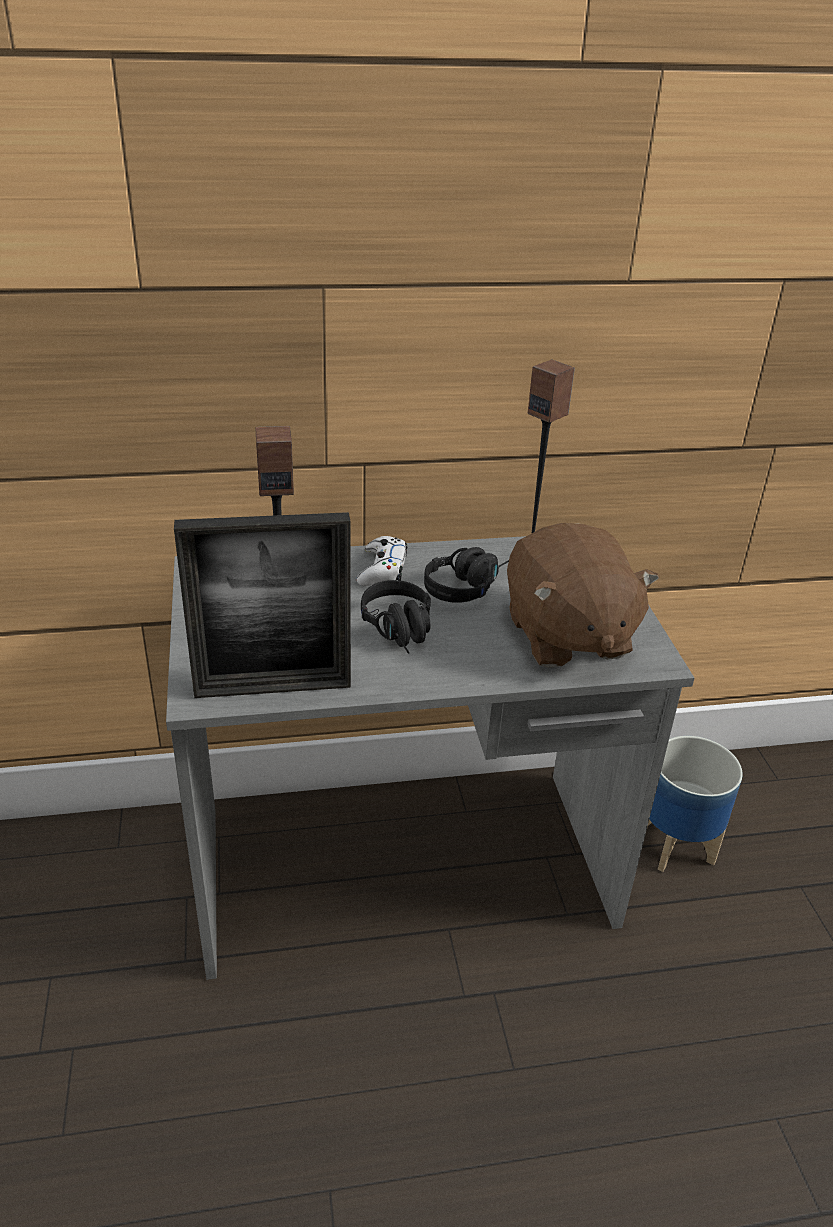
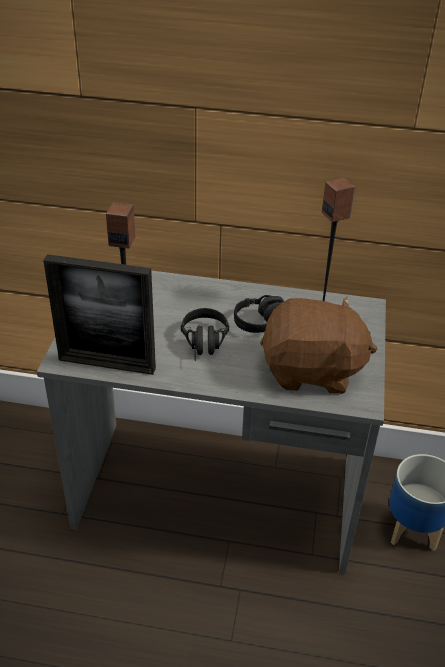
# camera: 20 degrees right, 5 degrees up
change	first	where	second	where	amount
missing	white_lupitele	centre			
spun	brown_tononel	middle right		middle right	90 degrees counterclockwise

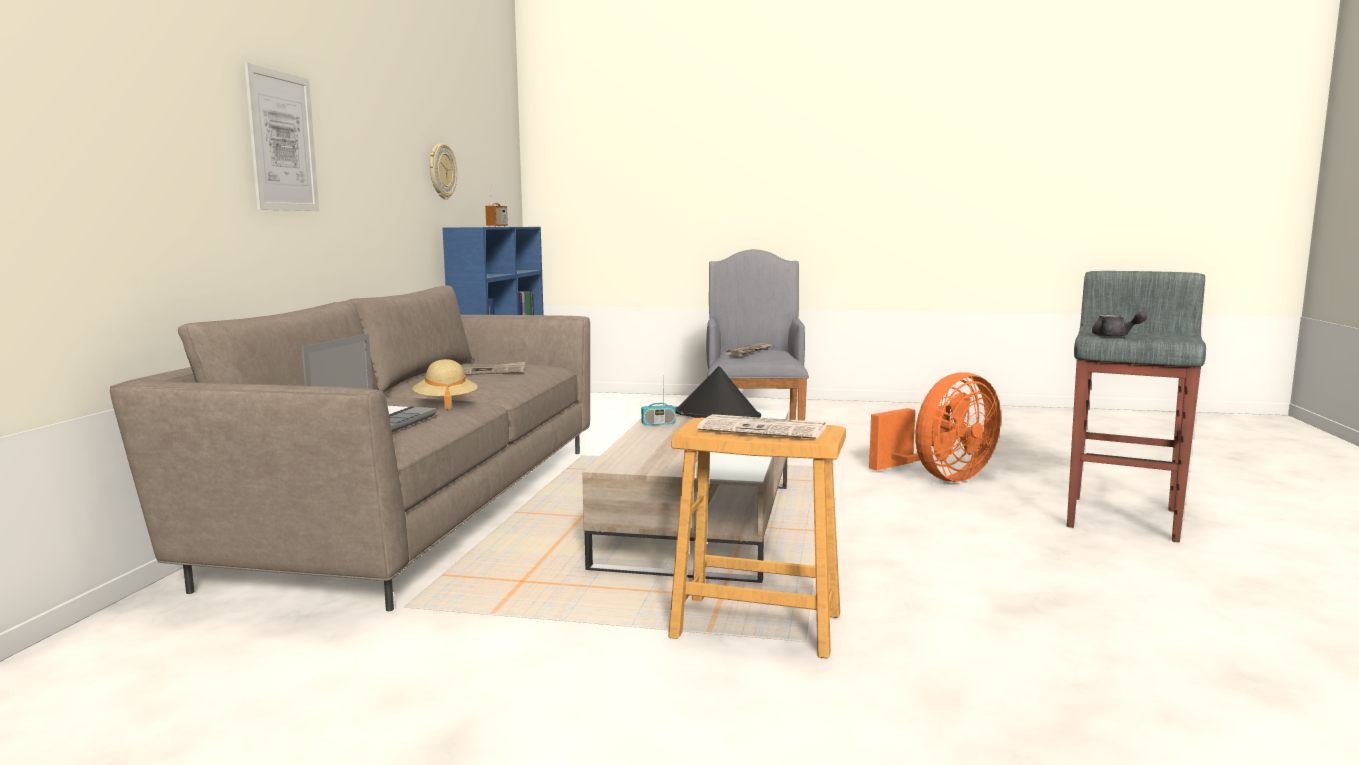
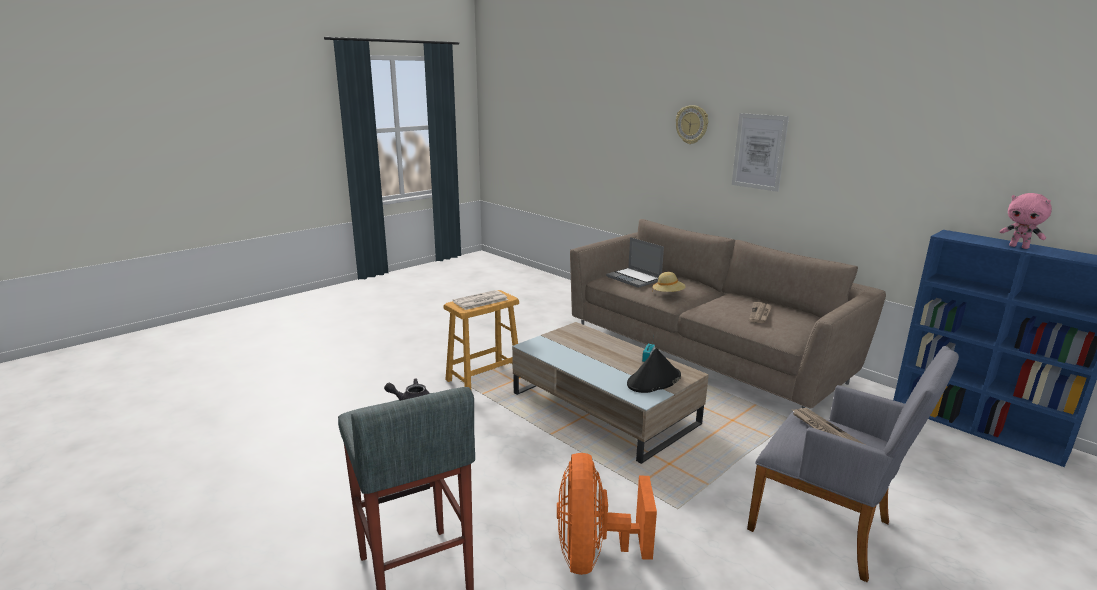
# camera: 125 degrees right, 10 degrees up
change	first	where	second	where	amount
relocated	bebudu	top left		top centre	
exchanged	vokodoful (no. 1 from left)	top centre	pink_tononel	middle right	

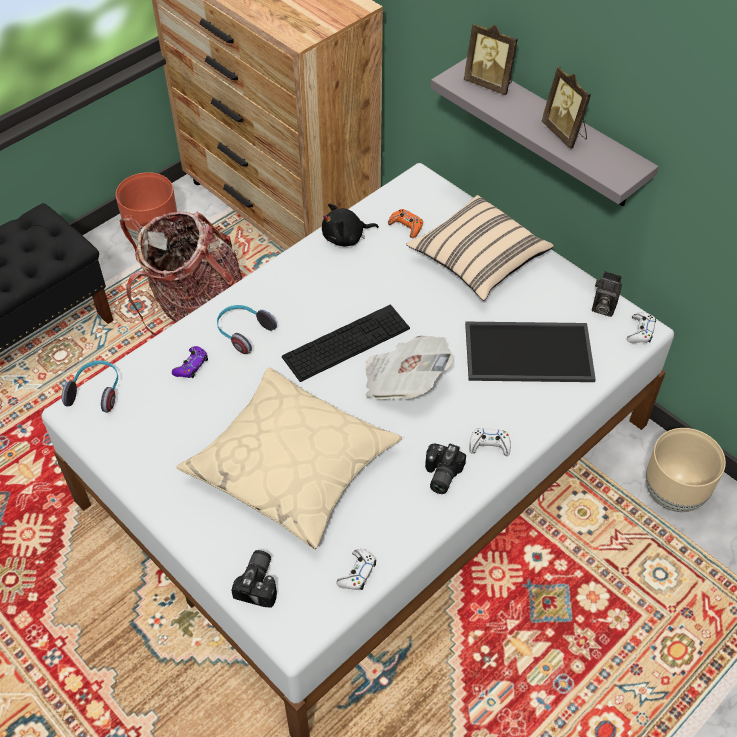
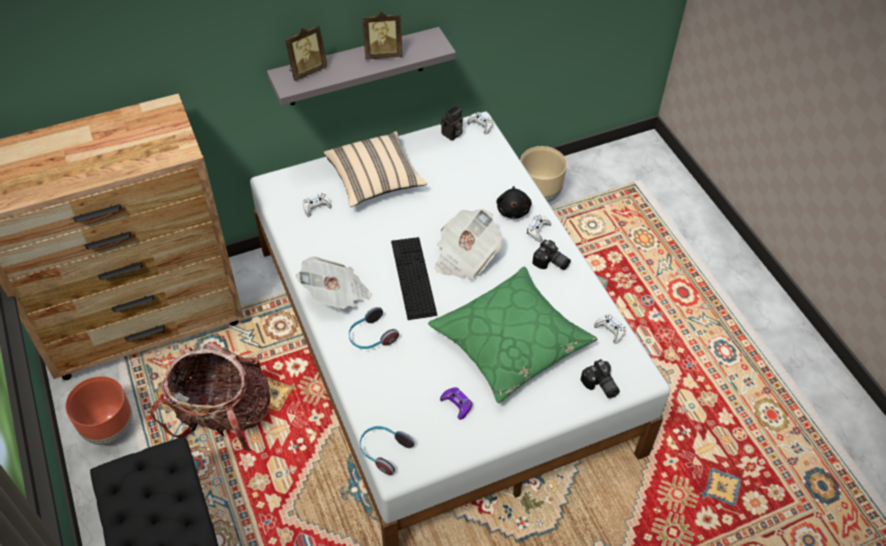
# camera: 70 degrees left, 0 degrees up
change	first	where	second	where	amount
relocated	purple_lupitele	middle left		bottom centre	
colour	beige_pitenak (no. 1 from left)	centre	green_pitenak	centre	
spun	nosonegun (no. 1 from left in the first image)	bottom centre	nosonegun (no. 3 from left)	bottom right	150 degrees counterclockwise
relocated	black_tononel	top centre		centre	
colour	orange_lupitele	top centre	white_lupitele (no. 1 from left)	centre	
missing	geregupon	middle right			
appeared			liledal (no. 1 from left)	centre	

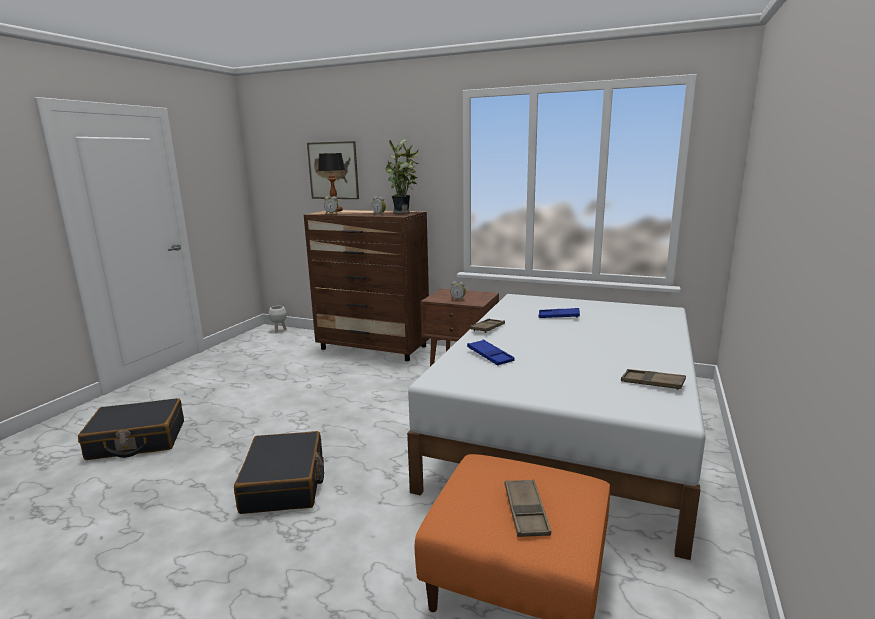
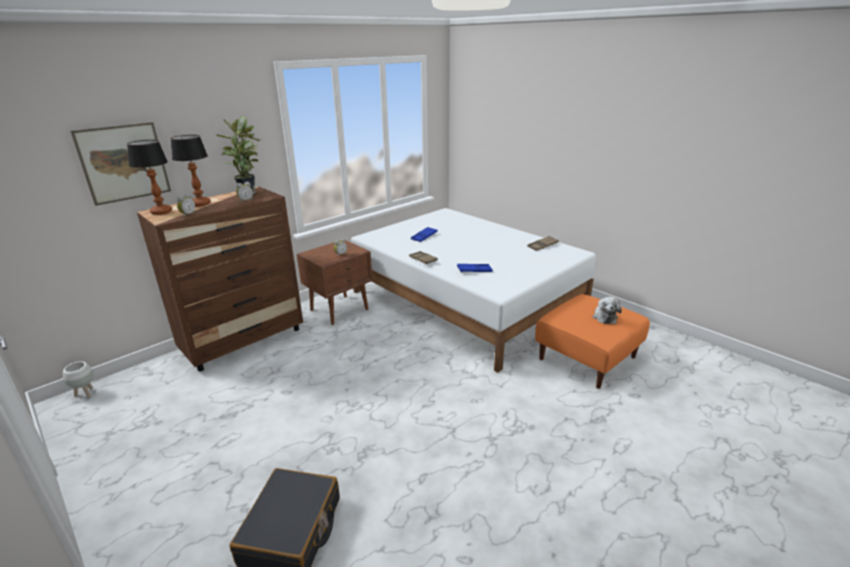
# camera: 65 degrees left, 10 degrees up
change	first	where	second	where	amount
missing	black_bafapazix (no. 2 from left)	bottom left			
exchanged	brown_geregupon (no. 2 from left)	bottom centre	tononel	middle right	
appeared			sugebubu (no. 2 from left)	top left	

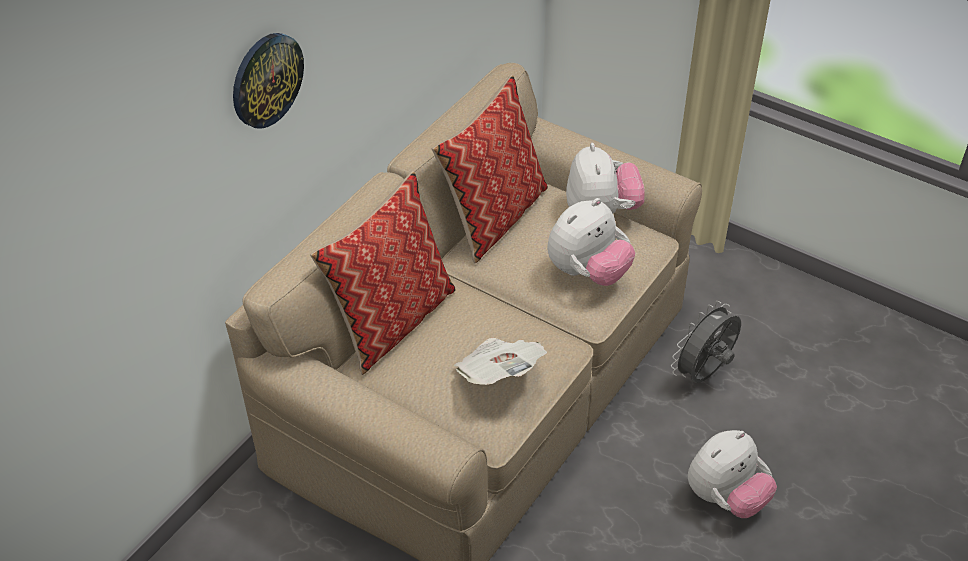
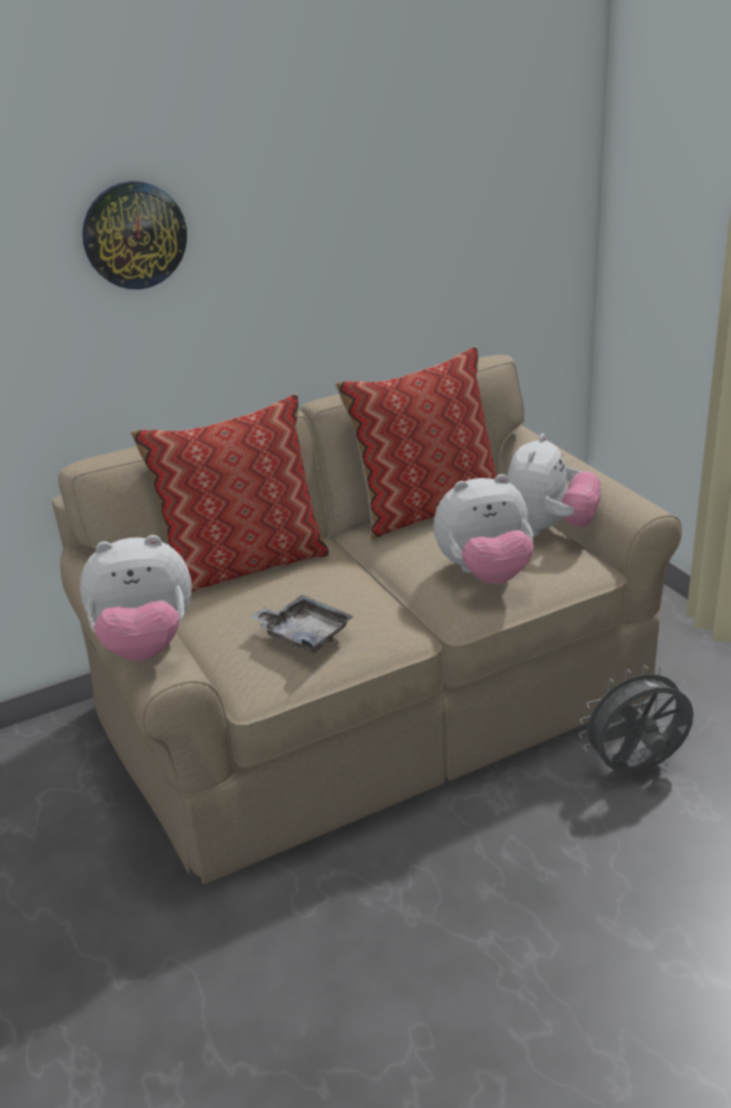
# camera: 30 degrees right, 15 degrees down
change	first	where	second	where	amount
exchanged	liledal	centre	grey_geregupon	centre	
relocated	tononel (no. 3 from left in the first image)	bottom right	tononel (no. 1 from left)	middle left	

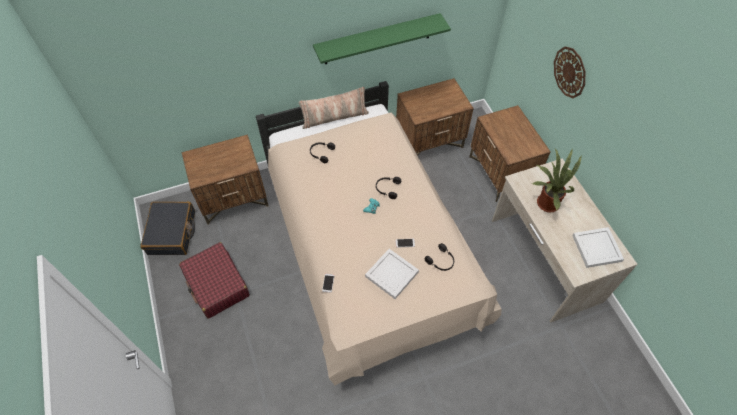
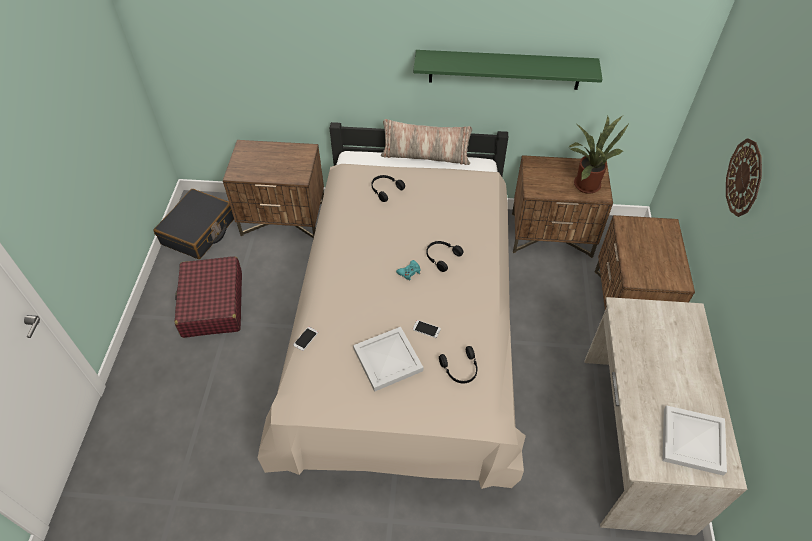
# camera: 25 degrees right, 5 degrees down
change	first	where	second	where	amount
relocated	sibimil	middle right		top right	

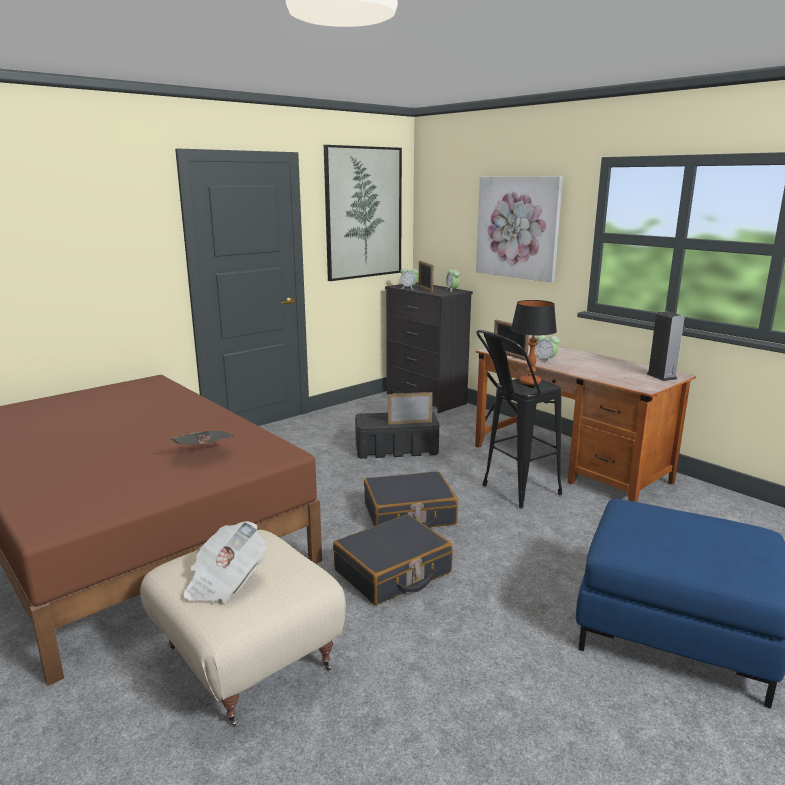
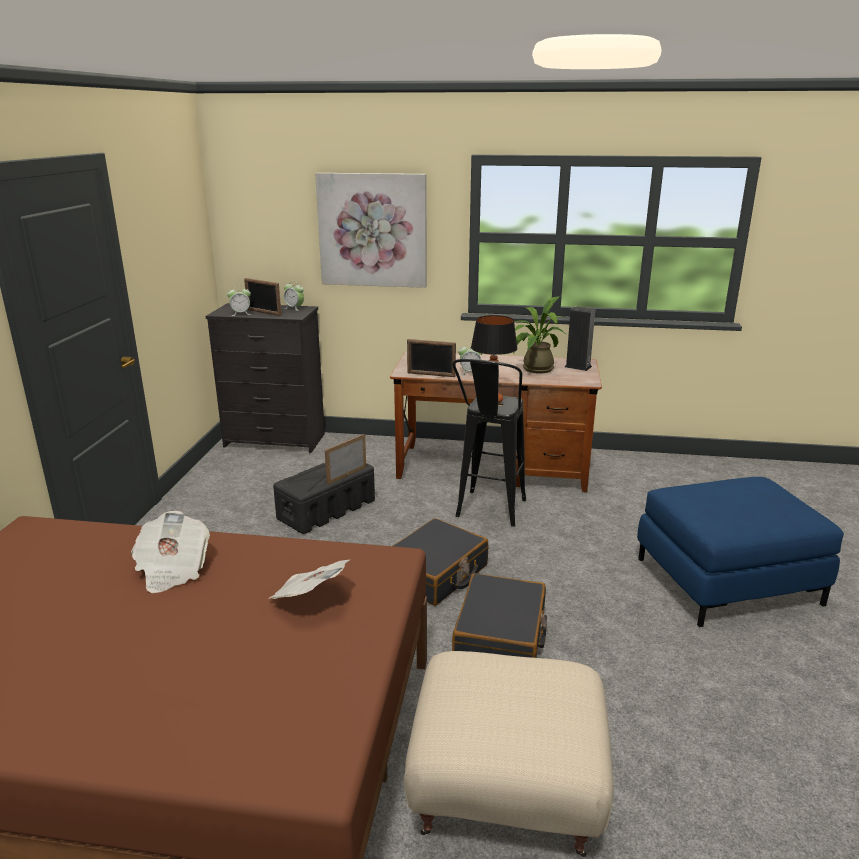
# camera: 40 degrees left, 5 degrees up
change	first	where	second	where	amount
relocated	liledal (no. 2 from left in the first image)	bottom left	liledal (no. 1 from left)	middle left	
missing	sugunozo (no. 1 from left)	top centre			
appeared			sibimil	centre	

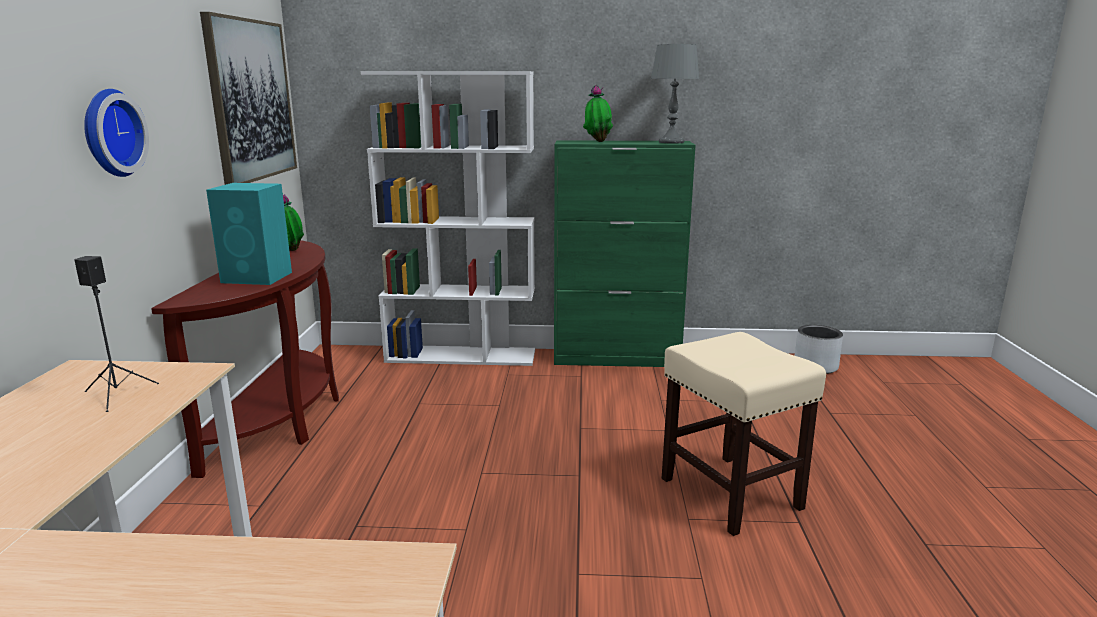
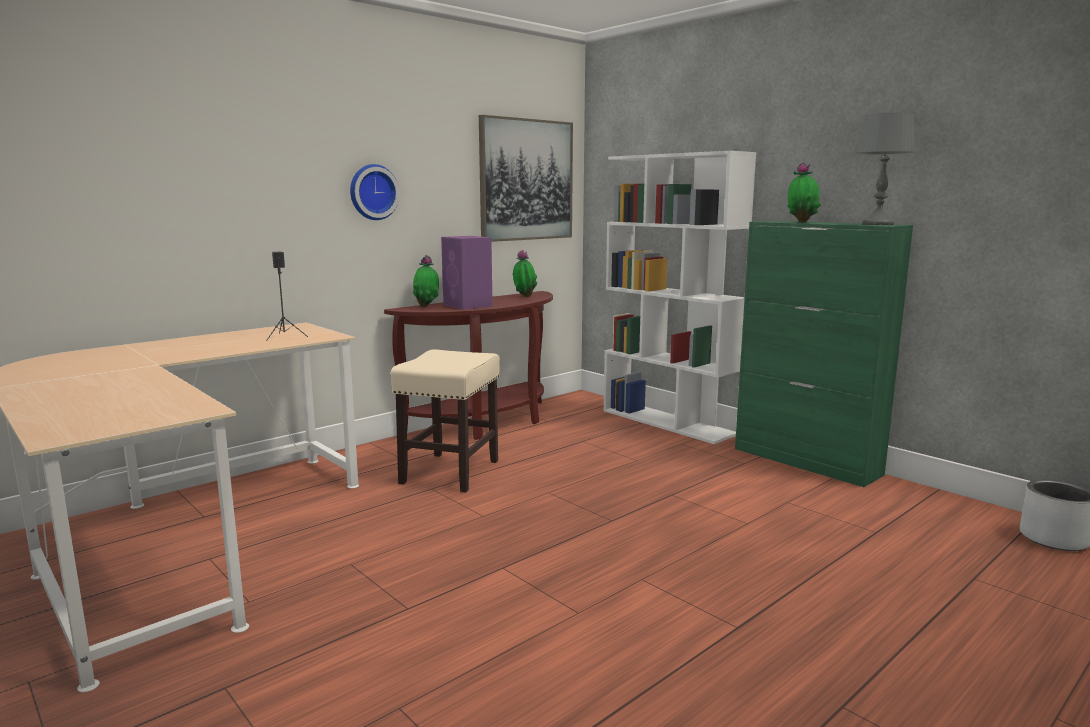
# camera: 45 degrees right, 5 degrees down
change	first	where	second	where	amount
colour	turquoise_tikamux	middle left	purple_tikamux	centre	
relocated	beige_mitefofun	bottom right		centre	
appeared			sibimil (no. 1 from left)	centre	

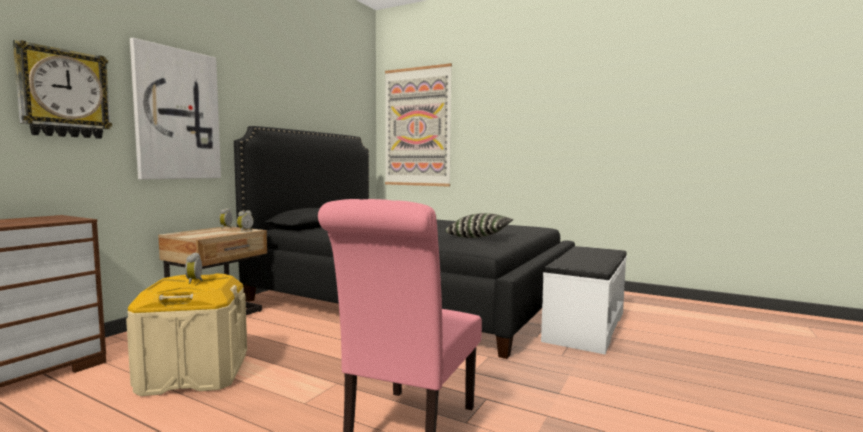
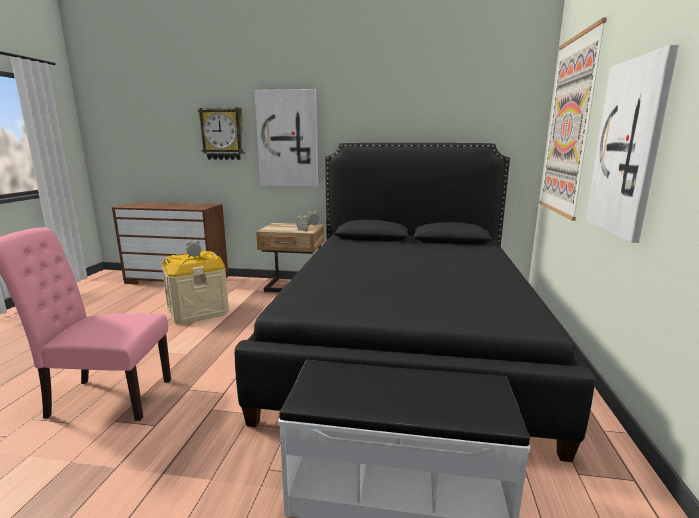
# camera: 70 degrees right, 10 degrees up
change	first	where	second	where	amount
missing	pitenak	centre			
appeared			sugunozo (no. 3 from left)	top right	

